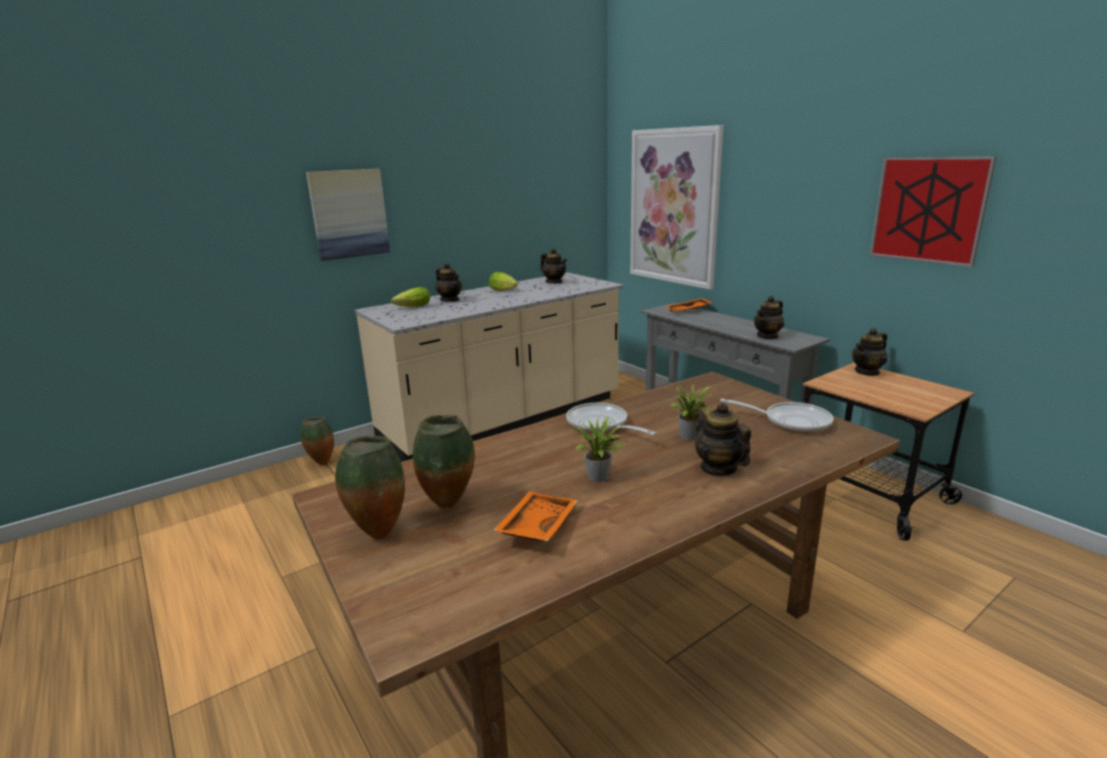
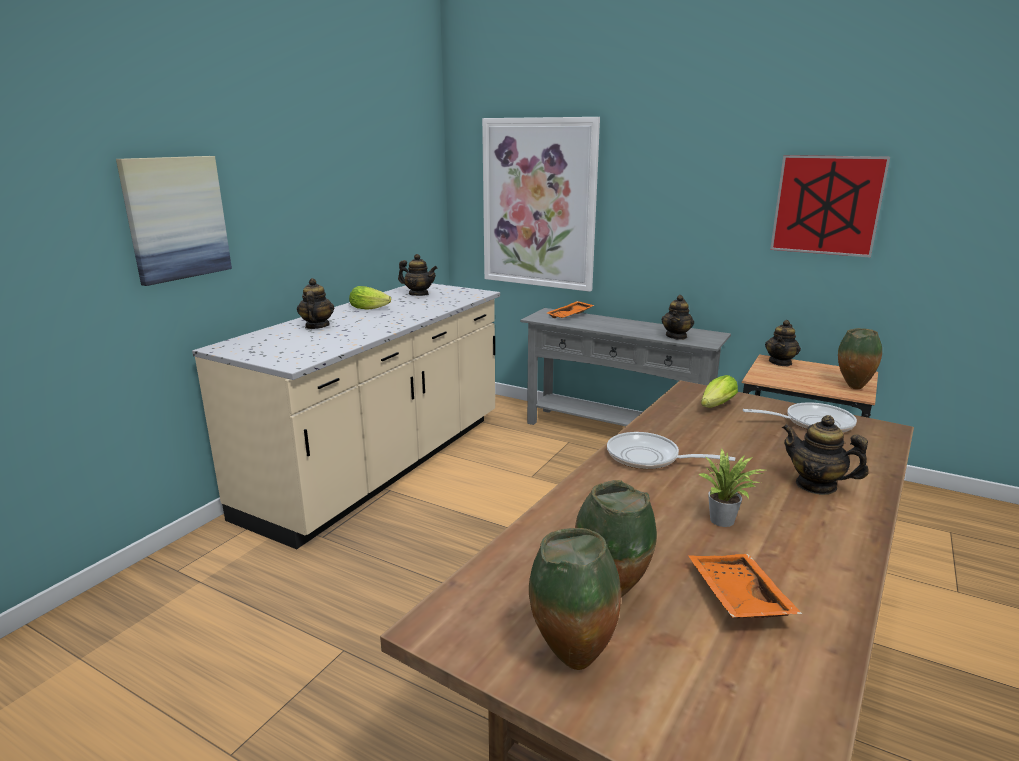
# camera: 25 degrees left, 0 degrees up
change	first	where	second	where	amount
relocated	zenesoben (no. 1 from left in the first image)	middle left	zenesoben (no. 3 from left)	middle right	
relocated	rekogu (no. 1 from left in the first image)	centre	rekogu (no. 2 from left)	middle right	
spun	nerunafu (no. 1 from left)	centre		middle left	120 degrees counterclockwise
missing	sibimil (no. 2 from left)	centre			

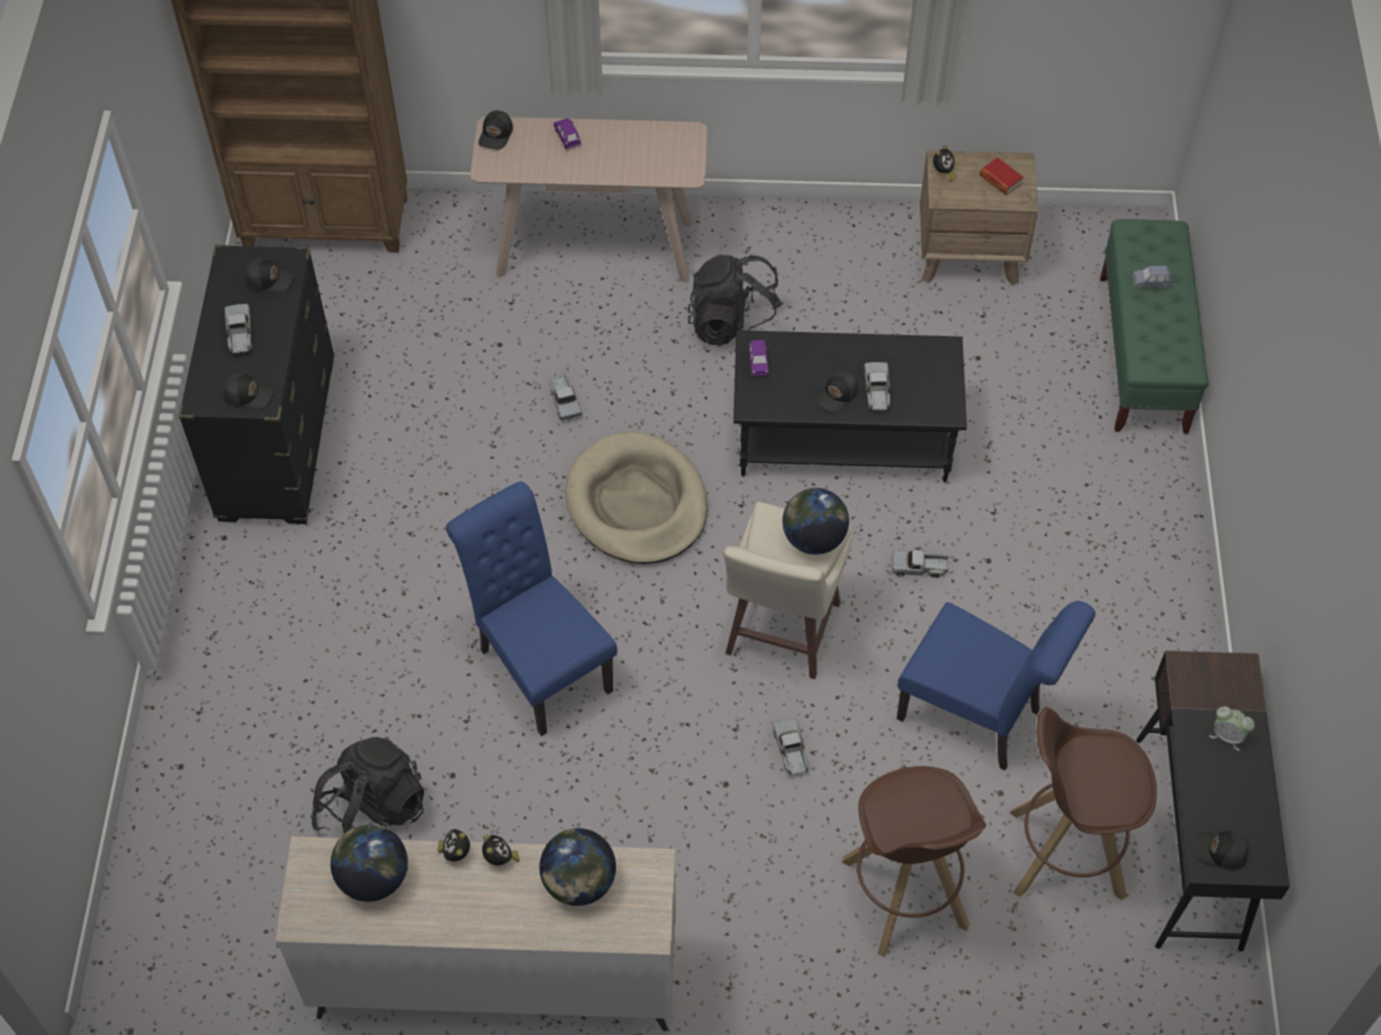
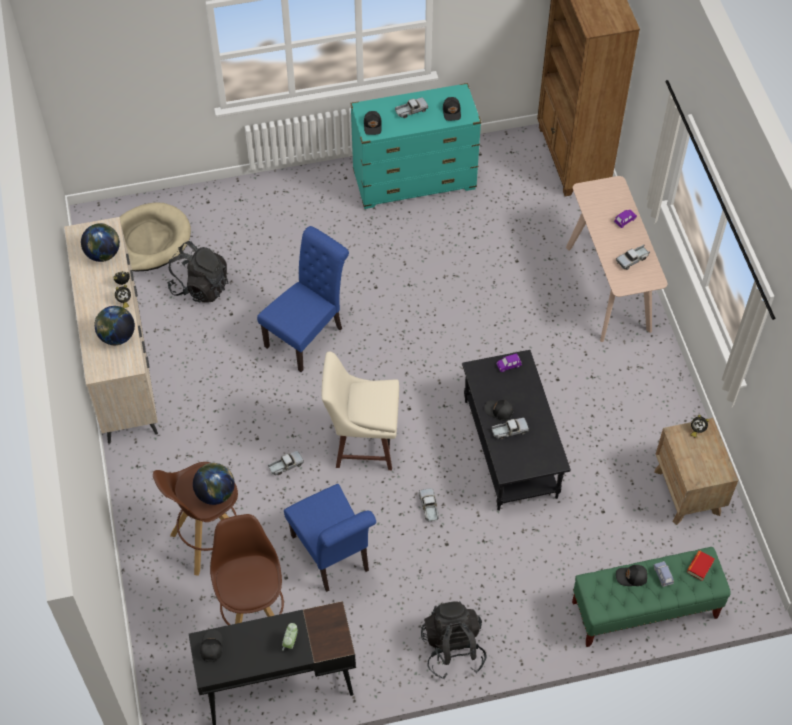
# camera: 75 degrees right, 0 degrees up
change	first	where	second	where	amount
colour	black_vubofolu	middle left	turquoise_vubofolu	top centre	
relocated	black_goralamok (no. 3 from left in the first image)	top centre	black_goralamok (no. 5 from left)	bottom right	
relocated	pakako (no. 2 from left in the first image)	centre	pakako (no. 5 from left)	middle right	
relocated	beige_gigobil	centre		top left	
relocated	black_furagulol (no. 2 from left)	top centre		bottom centre	
relocated	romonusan (no. 3 from left)	centre		bottom left	
spun	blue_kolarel (no. 2 from left)	middle right		bottom centre	45 degrees counterclockwise
relocated	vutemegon	top right		bottom right	

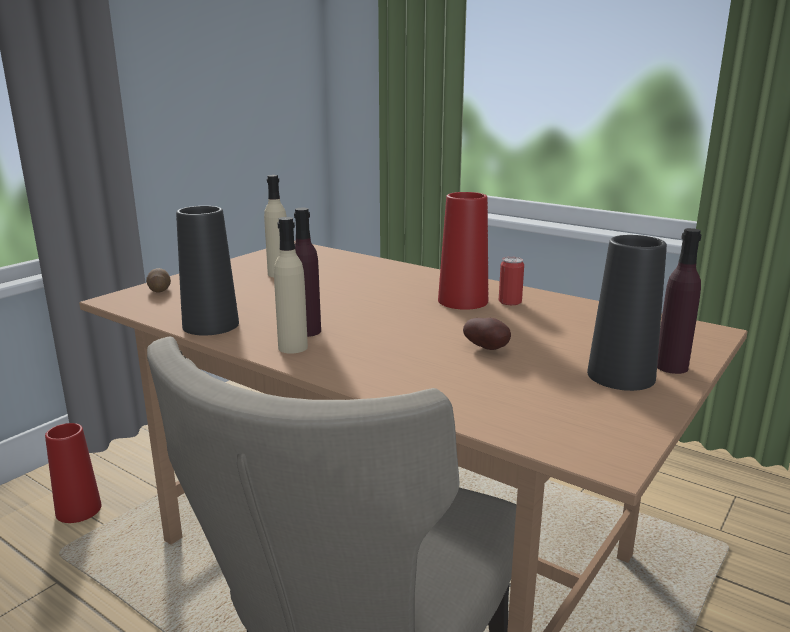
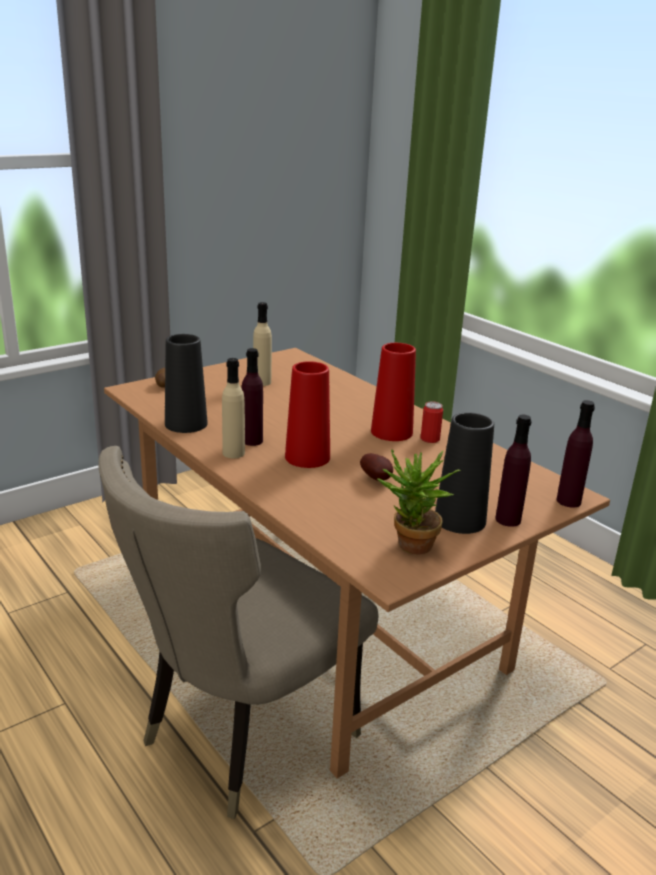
# camera: 15 degrees right, 5 degrees up
change	first	where	second	where	amount
relocated	red_zenesoben (no. 1 from left)	bottom left		centre	
appeared			sibimil	centre	
appeared			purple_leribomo (no. 3 from left)	middle right	

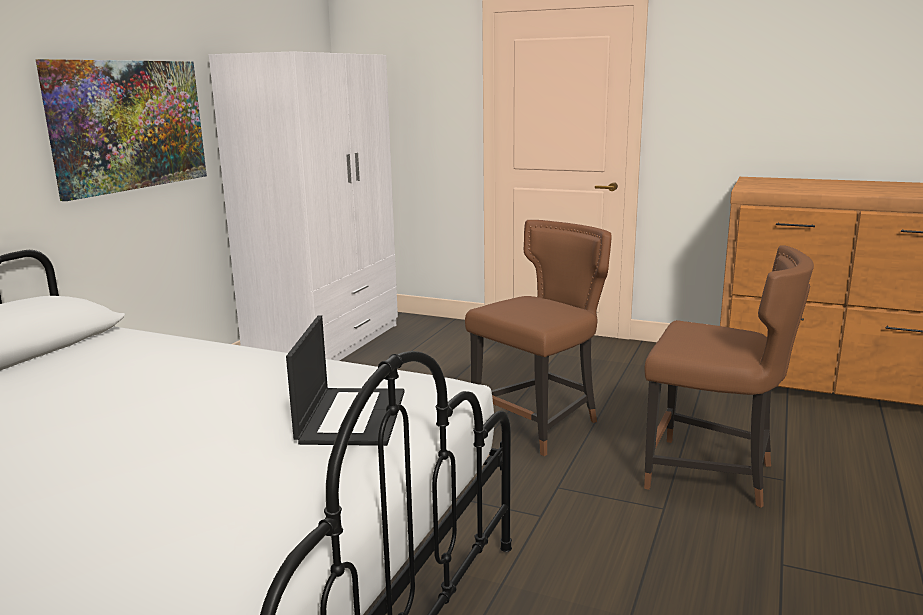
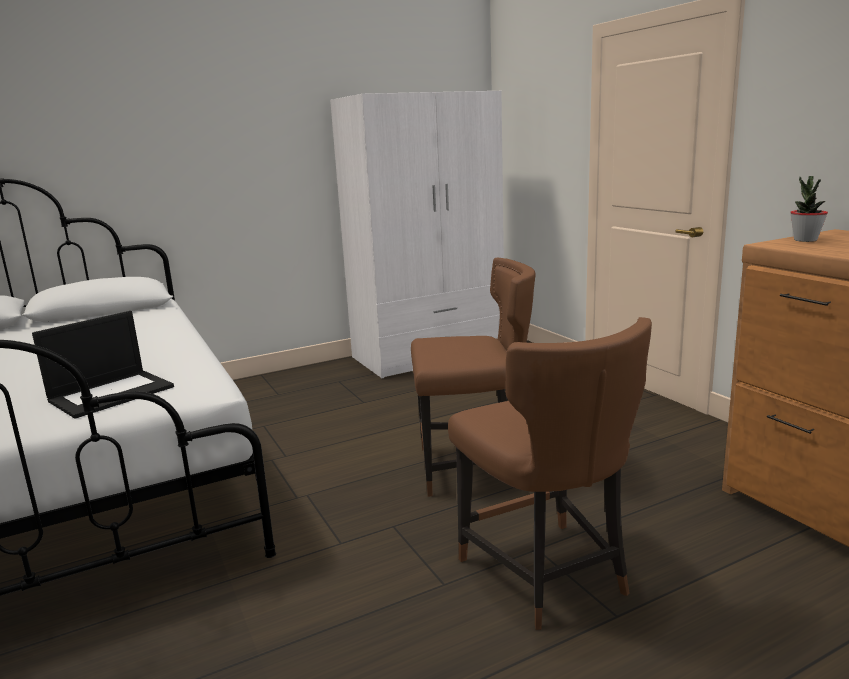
# camera: 40 degrees right, 0 degrees up
change	first	where	second	where	amount
missing	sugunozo	top left			
appeared			sibimil	top right	

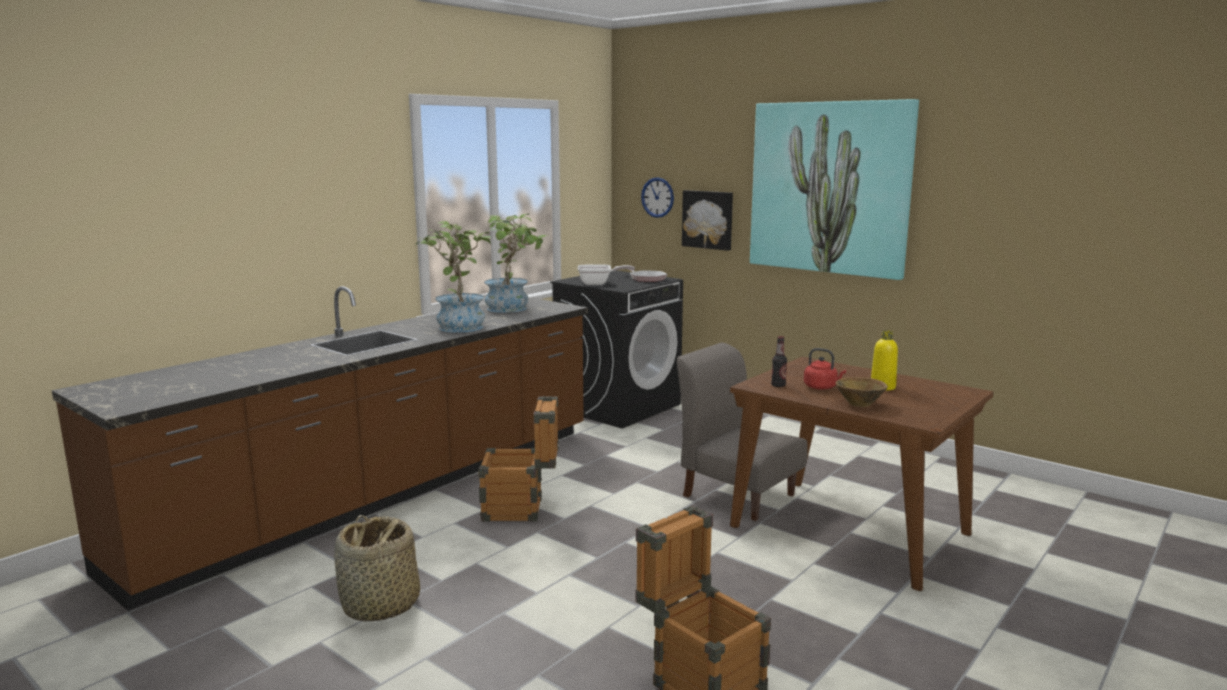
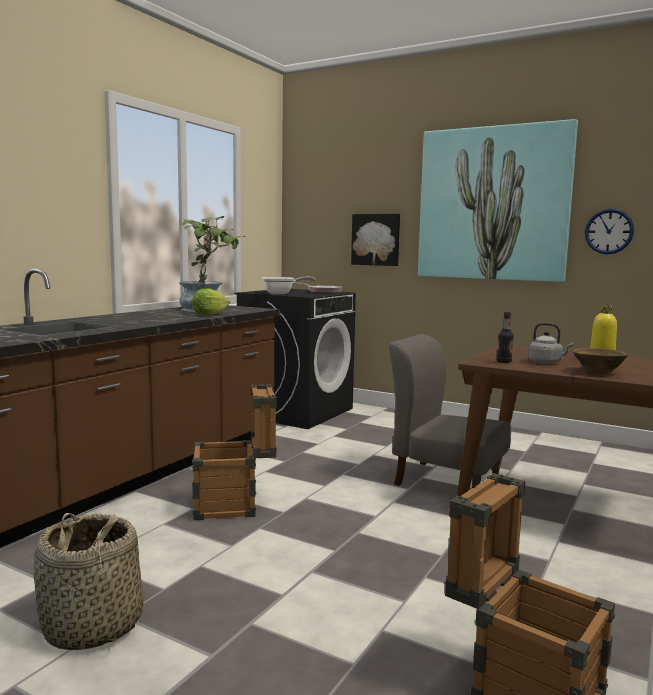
# camera: 10 degrees left, 5 degrees down
change	first	where	second	where	amount
missing	sibimil (no. 1 from left)	centre			
relocated	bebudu	top centre		top right	
colour	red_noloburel	middle right	grey_noloburel	middle right	
appeared			rekogu	middle left	

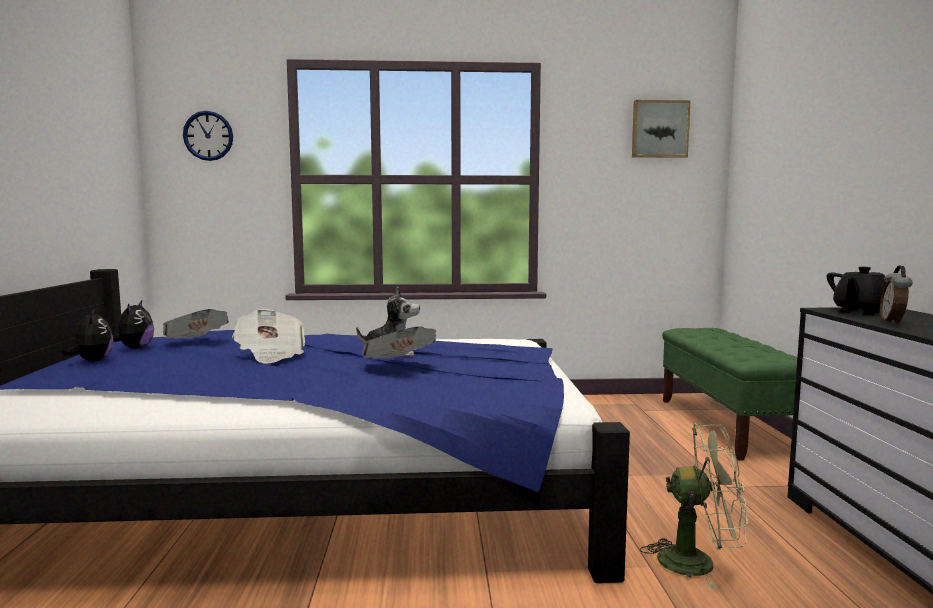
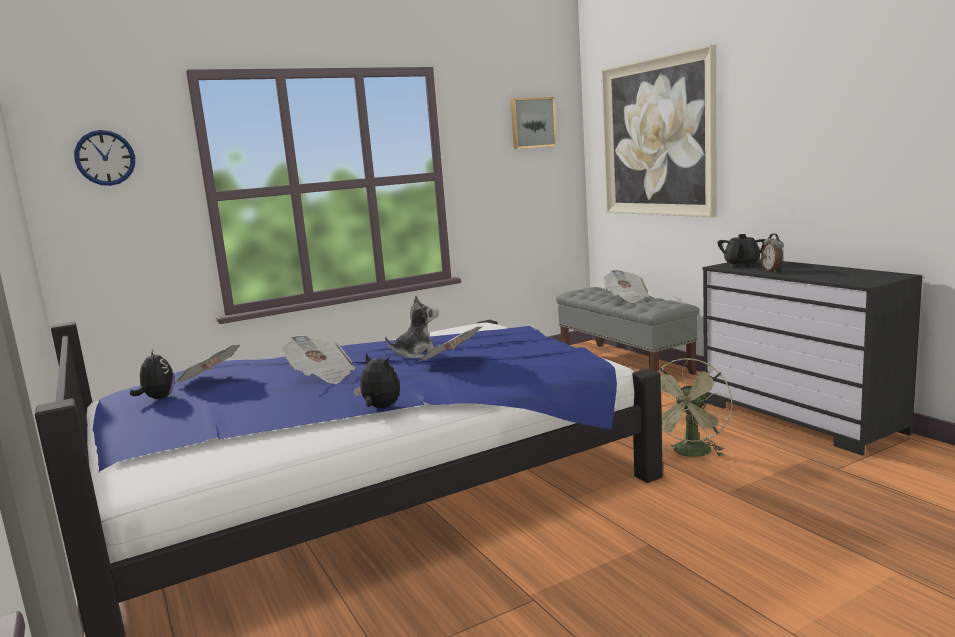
# camera: 25 degrees left, 5 degrees up
change	first	where	second	where	amount
relocated	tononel (no. 1 from left in the first image)	middle left	tononel (no. 2 from left)	centre	
spun	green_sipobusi	bottom right		middle right	135 degrees clockwise
colour	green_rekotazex	middle right	grey_rekotazex	centre	
appeared			sugunozo (no. 2 from left)	top right	
appeared			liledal (no. 4 from left)	centre	

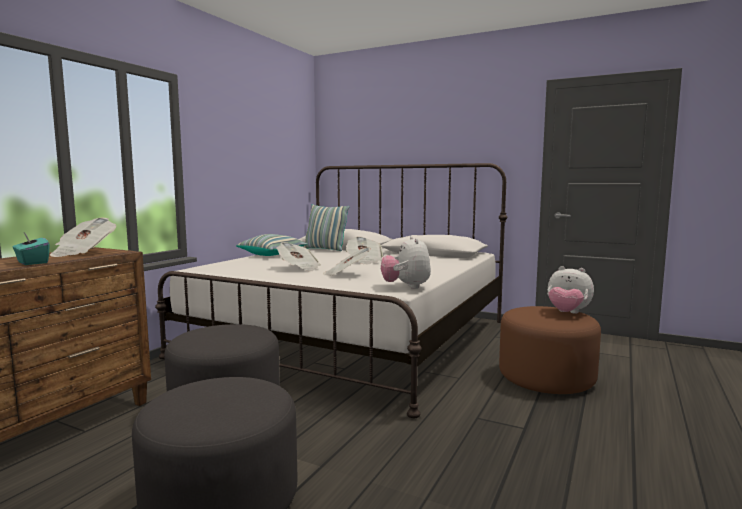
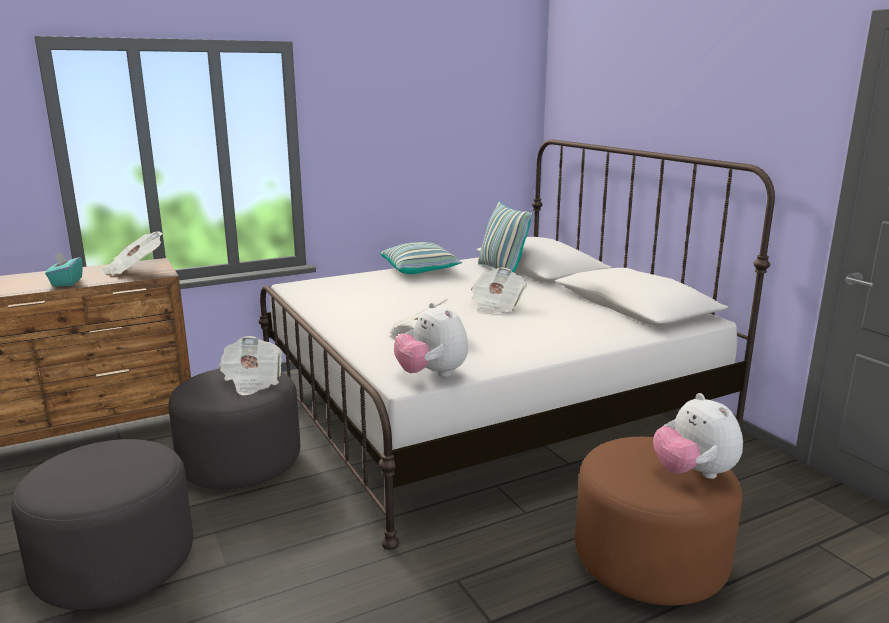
# camera: 35 degrees right, 10 degrees up
change	first	where	second	where	amount
relocated	liledal (no. 2 from left)	centre		middle left	
spun	tononel (no. 1 from left)	centre		centre	60 degrees counterclockwise

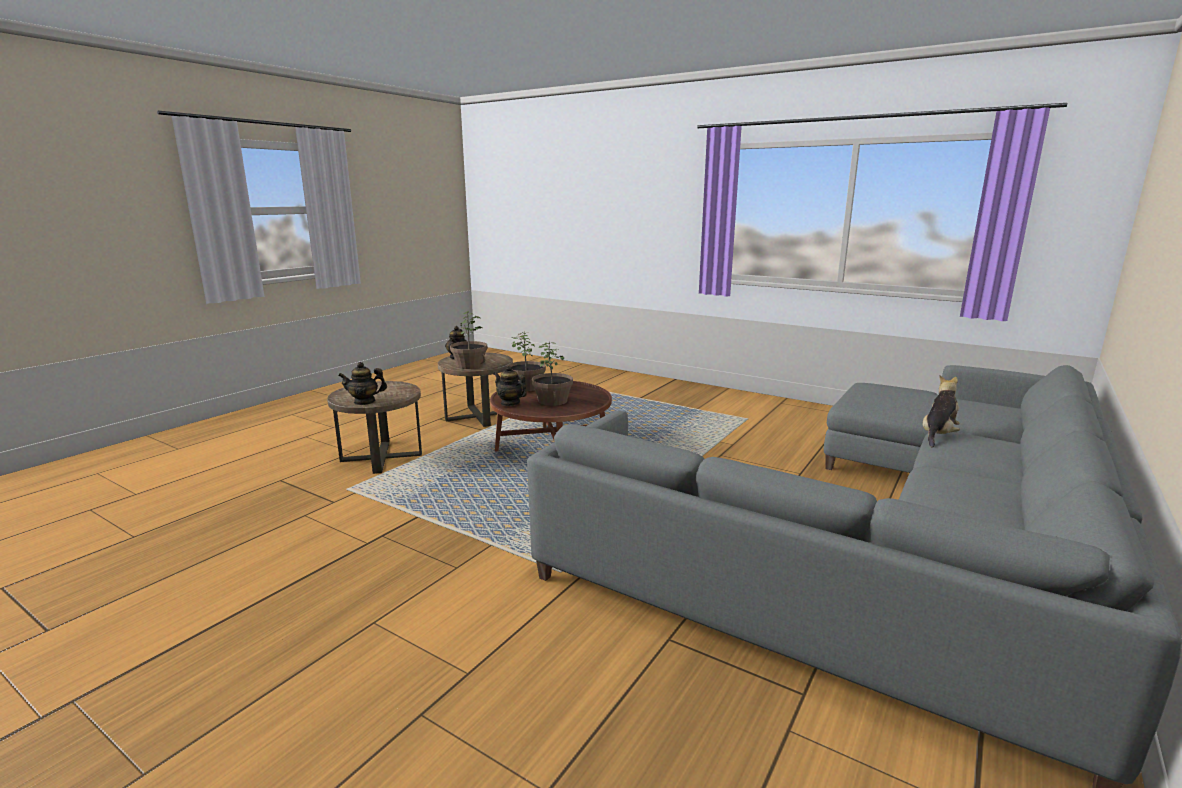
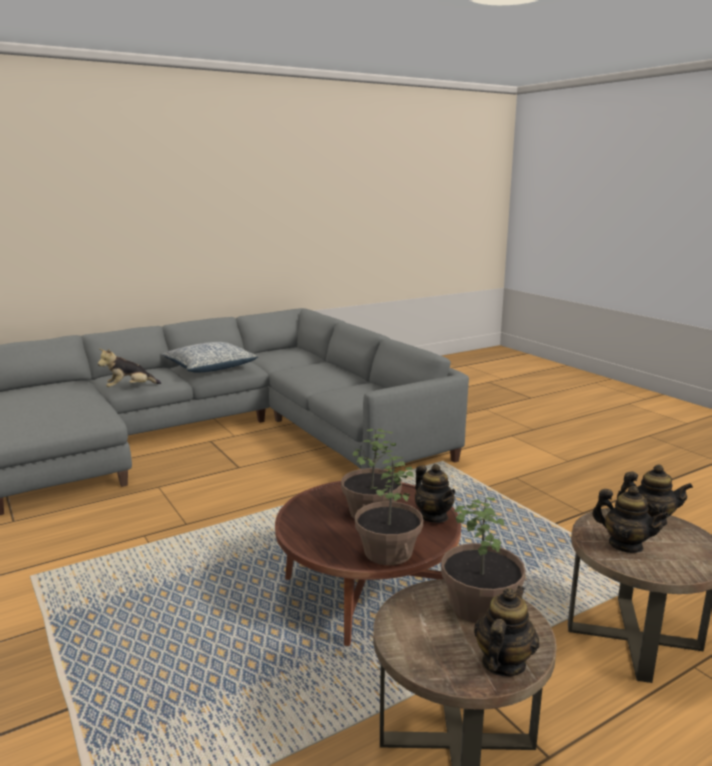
# camera: 155 degrees left, 0 degrees up
change	first	where	second	where	amount
appeared			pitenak	middle left	
appeared			nerunafu (no. 3 from left)	bottom right	

